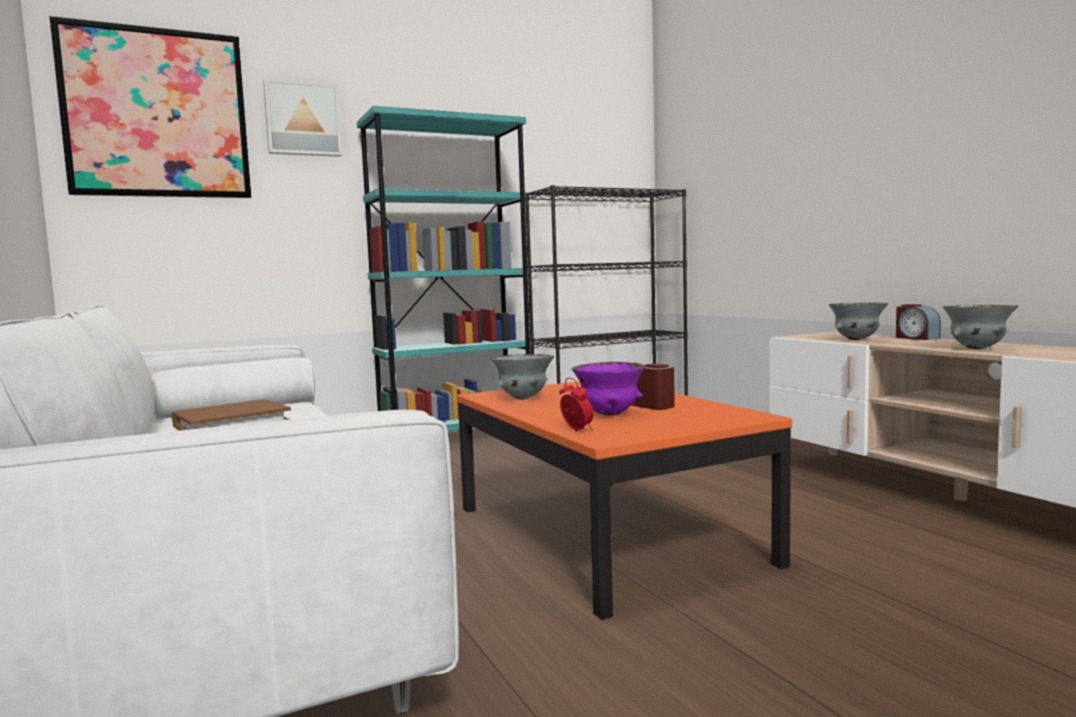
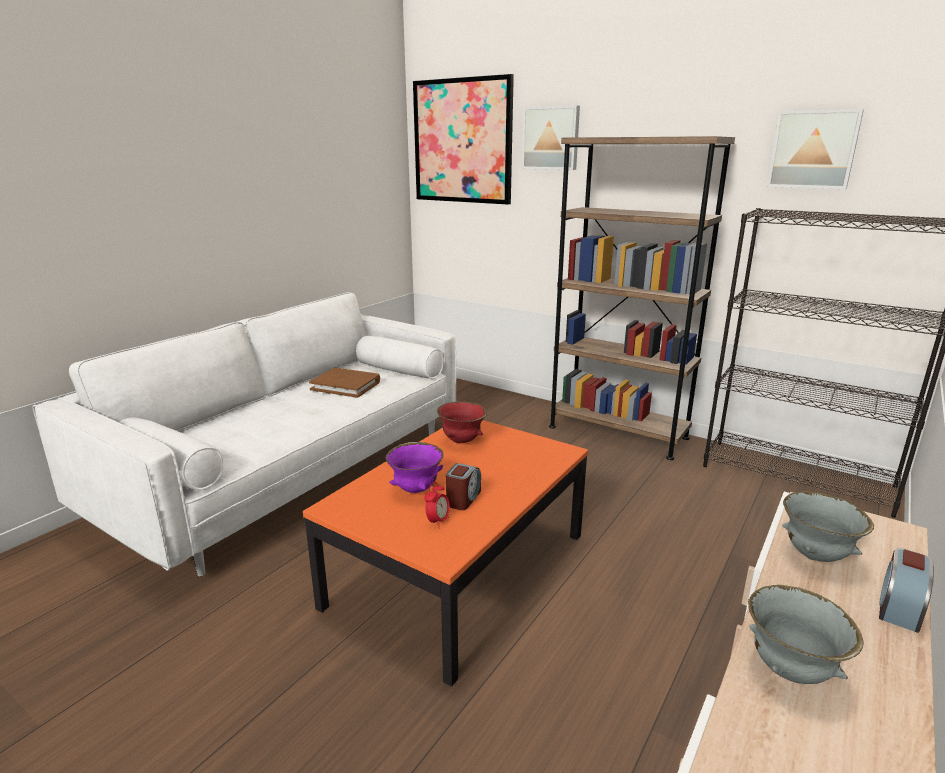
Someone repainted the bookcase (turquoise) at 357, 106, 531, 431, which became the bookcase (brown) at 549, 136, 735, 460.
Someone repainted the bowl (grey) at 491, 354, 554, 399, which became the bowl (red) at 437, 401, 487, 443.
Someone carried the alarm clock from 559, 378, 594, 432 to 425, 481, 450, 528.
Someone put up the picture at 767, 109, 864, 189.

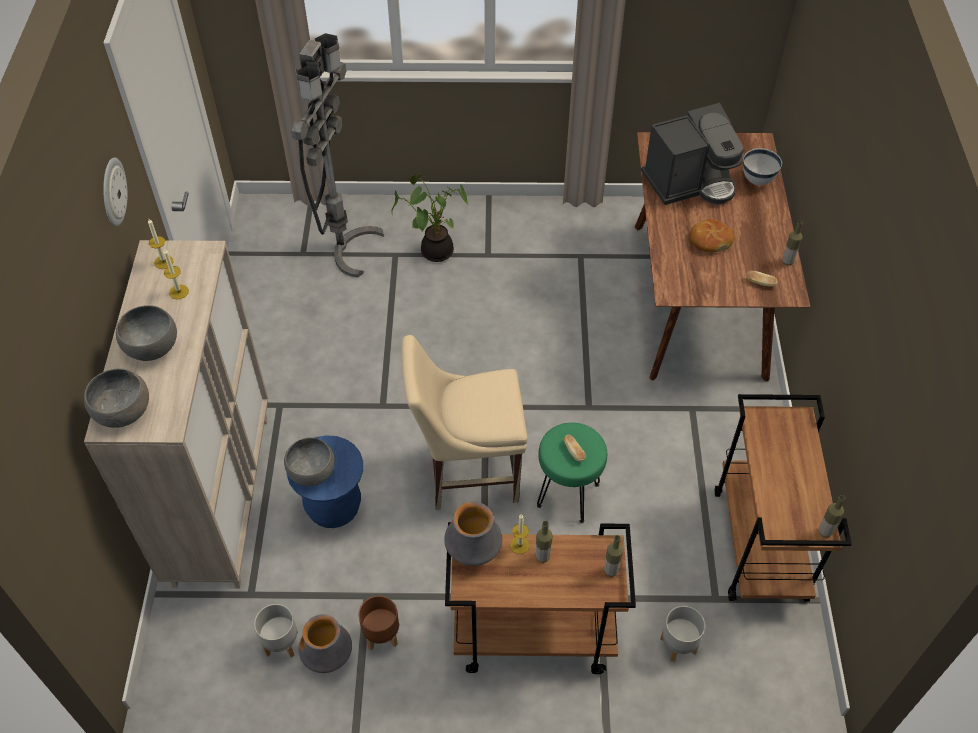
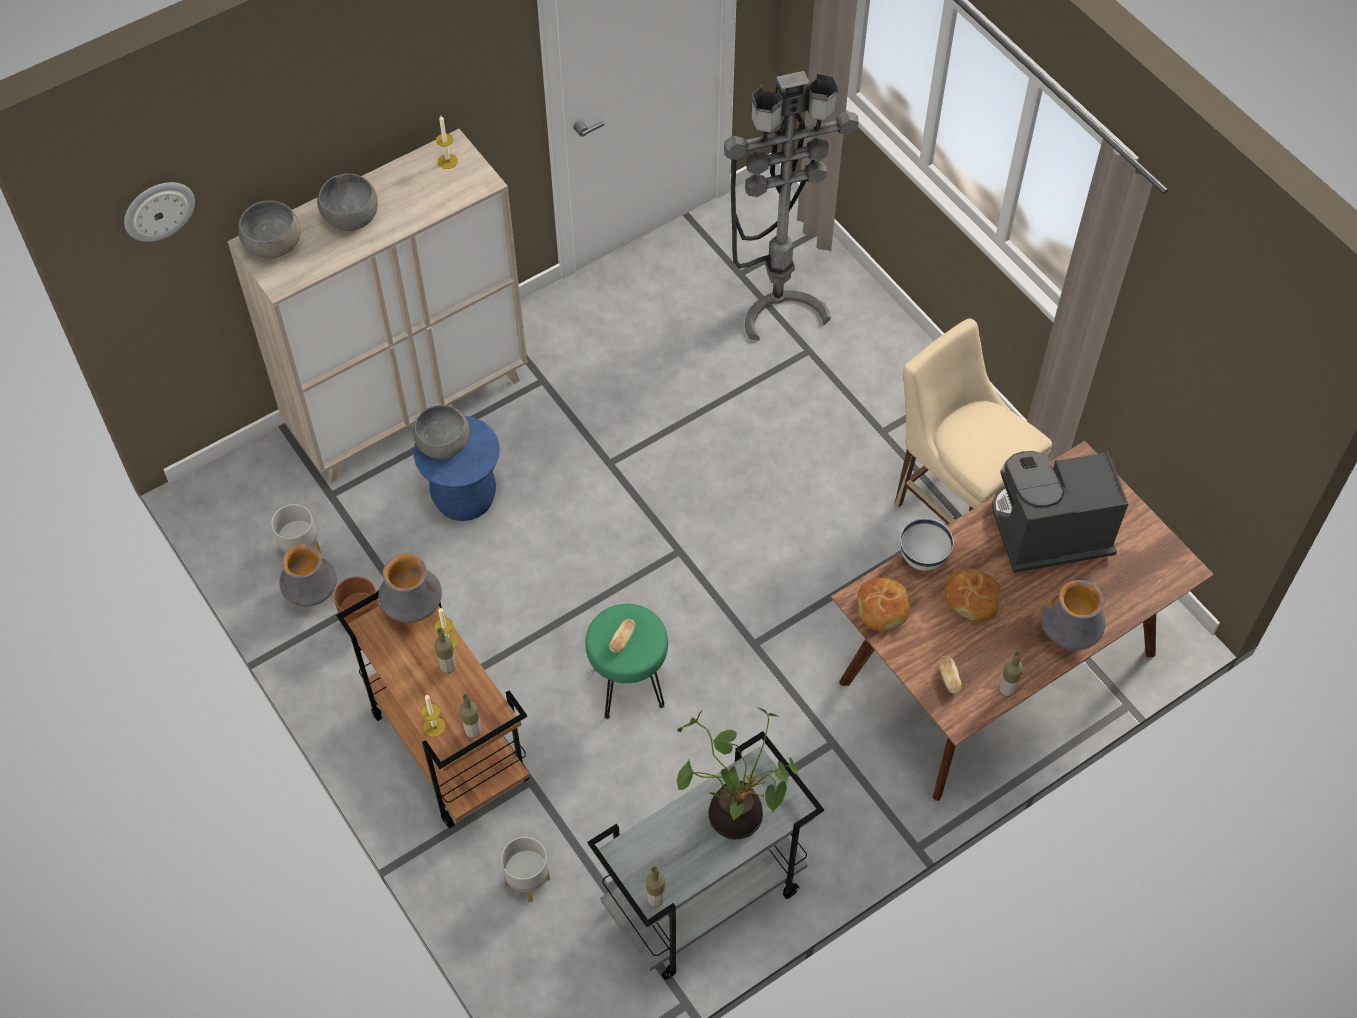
Someone carried the wall clock from 103, 157, 127, 226 to 124, 182, 195, 242.
Someone carried the candle from 163, 249, 189, 299 to 421, 694, 445, 737.
Someone carried the potted plant from 391, 173, 468, 262 to 677, 708, 798, 839.
Someone carried the chair (beige) from 402, 335, 528, 510 to 894, 318, 1052, 525.
Someone rotated the coffee machine at 641, 103, 744, 205 by 135 degrees clockwise.
Someone repainted the cart (brown) at 715, 394, 852, 602, which became the cart (grey) at 588, 731, 824, 980.
Someone carried the bowl (white) from 743, 148, 782, 185 to 900, 518, 954, 570.
Someone put down the bread at 857, 577, 911, 631.
Someone put down the vase at 1041, 580, 1105, 650.

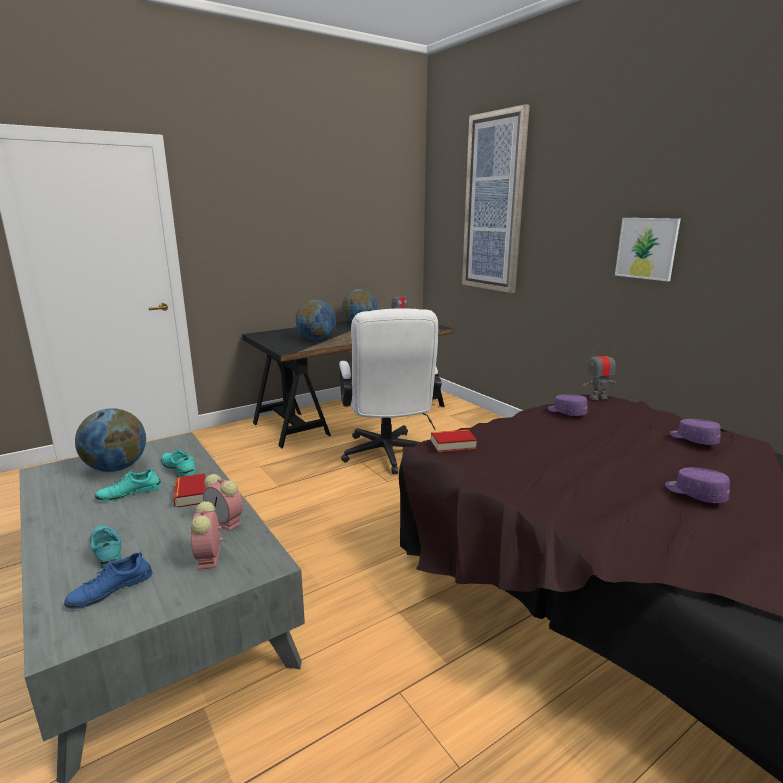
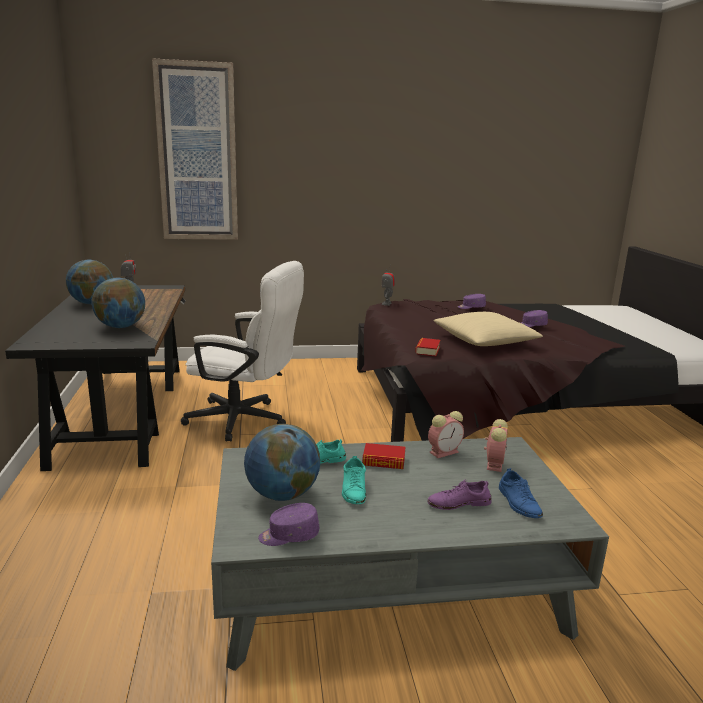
Someone repainted the shoe (turquoise) at 90, 525, 121, 569, which became the shoe (purple) at 427, 480, 491, 510.
Someone rotated the alarm clock at 191, 501, 223, 570 by 90 degrees counterclockwise.
Someone carried the cap (purple) from 548, 395, 588, 416 to 258, 503, 319, 546.
Someone took away the picture at 615, 218, 681, 281.
Someone put down the pillow (beige) at 433, 312, 543, 346.

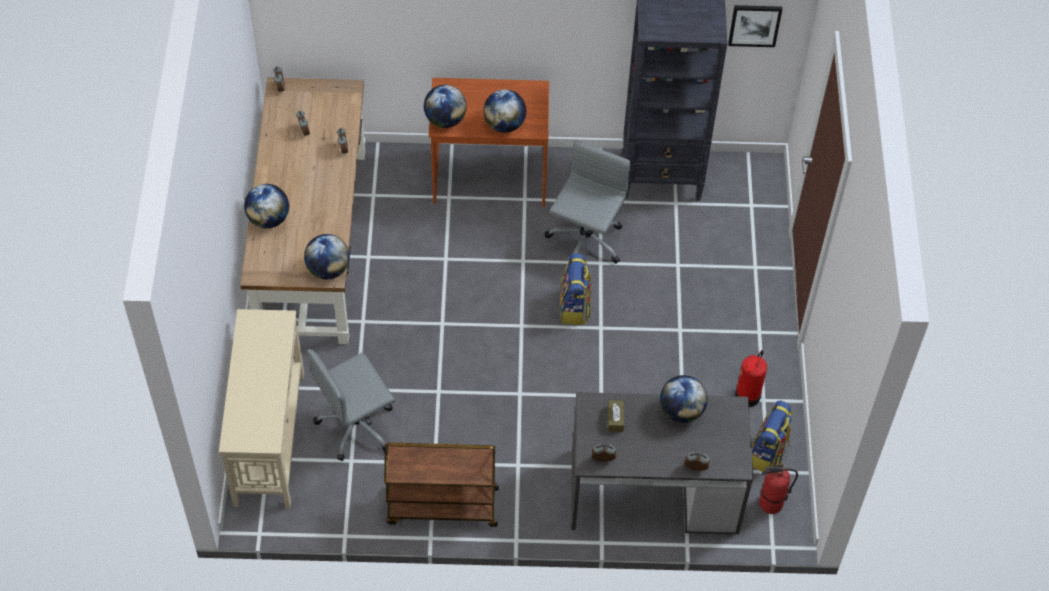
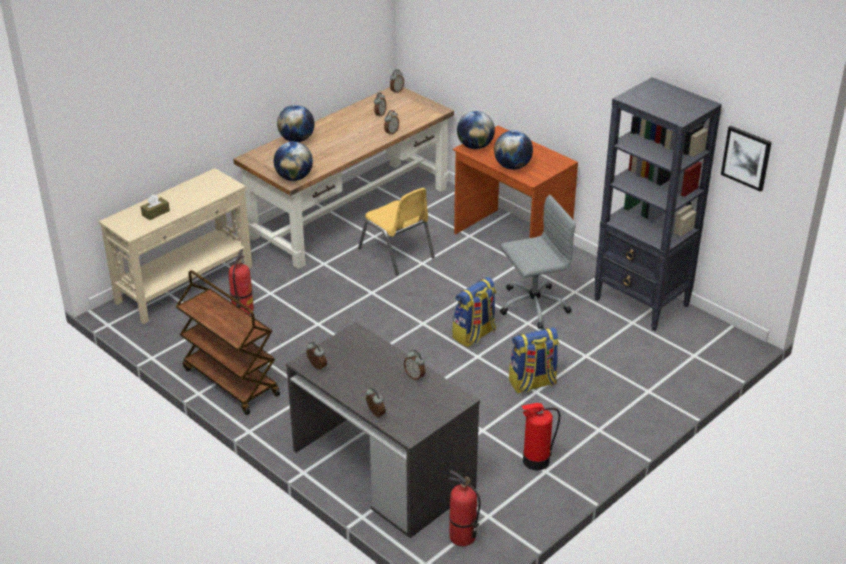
Someone swapped the office chair (grey) at 307, 349, 395, 461 for the fire extinguisher at 229, 249, 254, 314.
Someone carried the tissue box (brown) from 608, 400, 624, 432 to 141, 195, 170, 220.
Someone swapped the globe at 660, 375, 708, 423 for the alarm clock at 404, 350, 425, 381.
Someone carried the backpack from 752, 401, 793, 472 to 509, 327, 559, 393.
Someone put down the chair (yellow) at 358, 188, 435, 275.

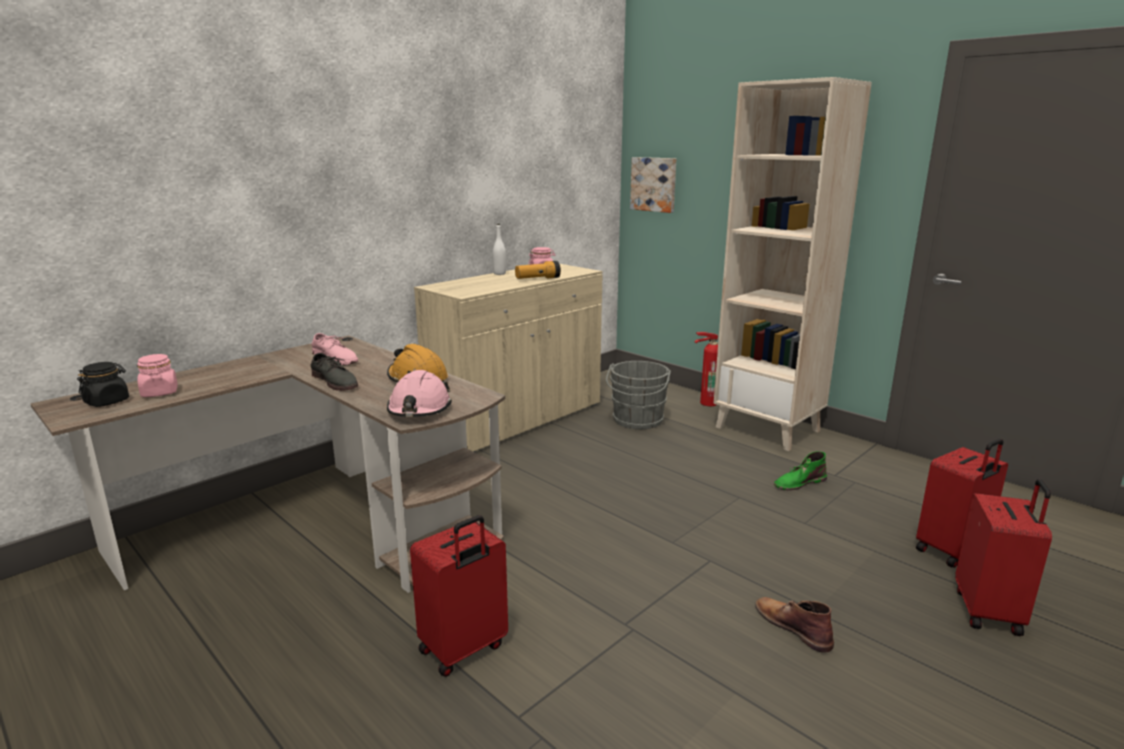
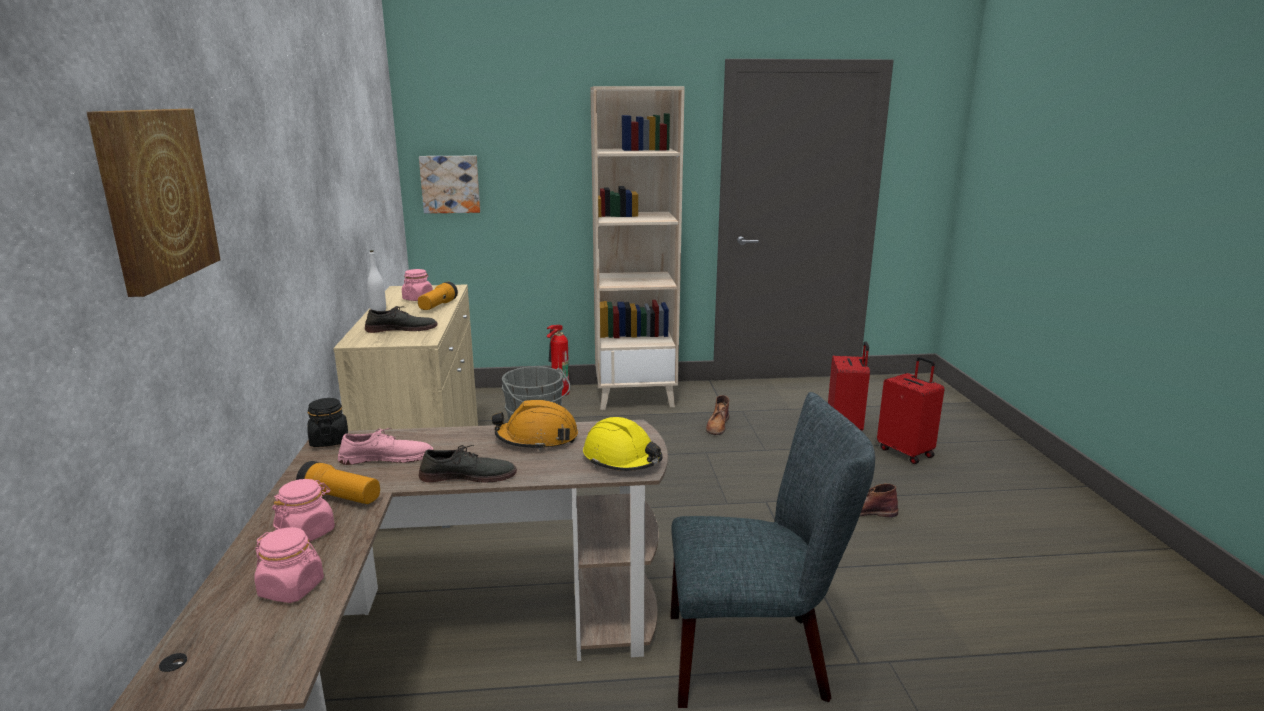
Someone carried the jar (black) from 77, 362, 129, 407 to 307, 398, 348, 447.
Someone repainted the hard hat (pink) at 387, 370, 452, 417, which became the hard hat (yellow) at 583, 417, 663, 471.
Someone swapped the suitcase (red) at 410, 515, 508, 677 for the chair (grey) at 670, 392, 875, 708.
Someone repainted the boot (green) at 774, 451, 827, 490, which became the boot (brown) at 706, 395, 729, 435.
Someone put up the picture at 87, 109, 221, 297.
Someone put down the jar (pink) at 272, 479, 335, 542.
Someone put down the flashlight at 296, 461, 380, 504.
Someone put down the shoe (grey) at 365, 306, 438, 333.

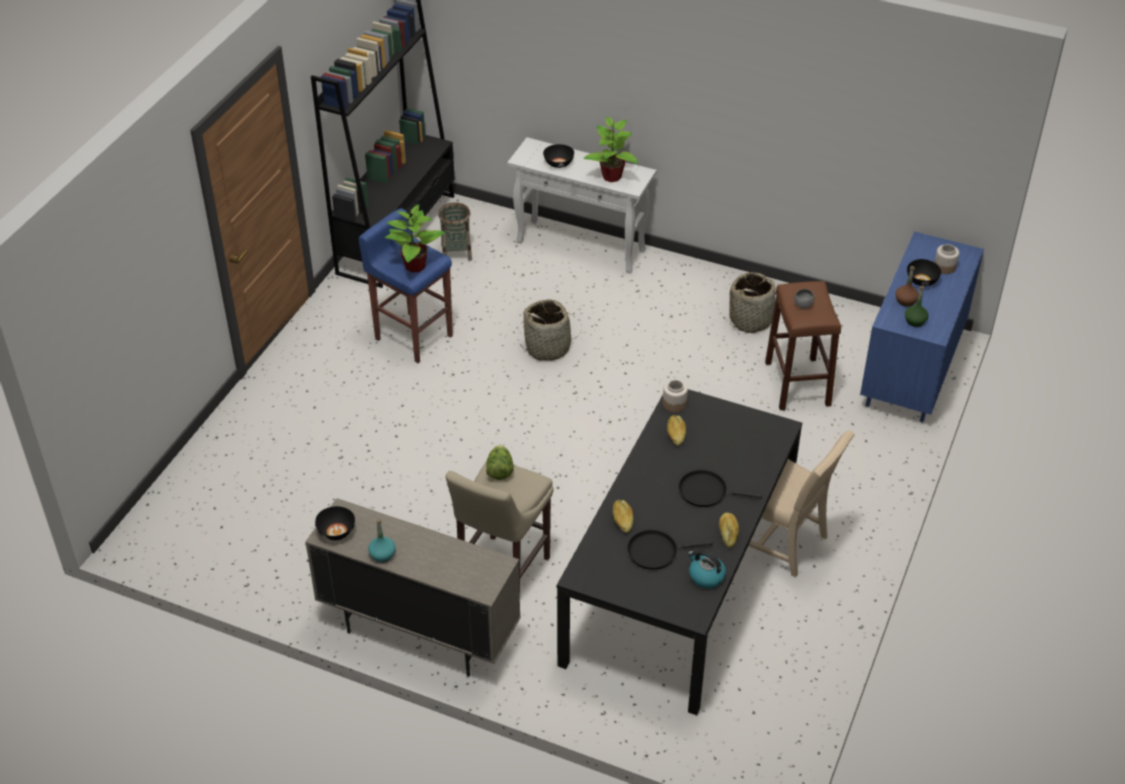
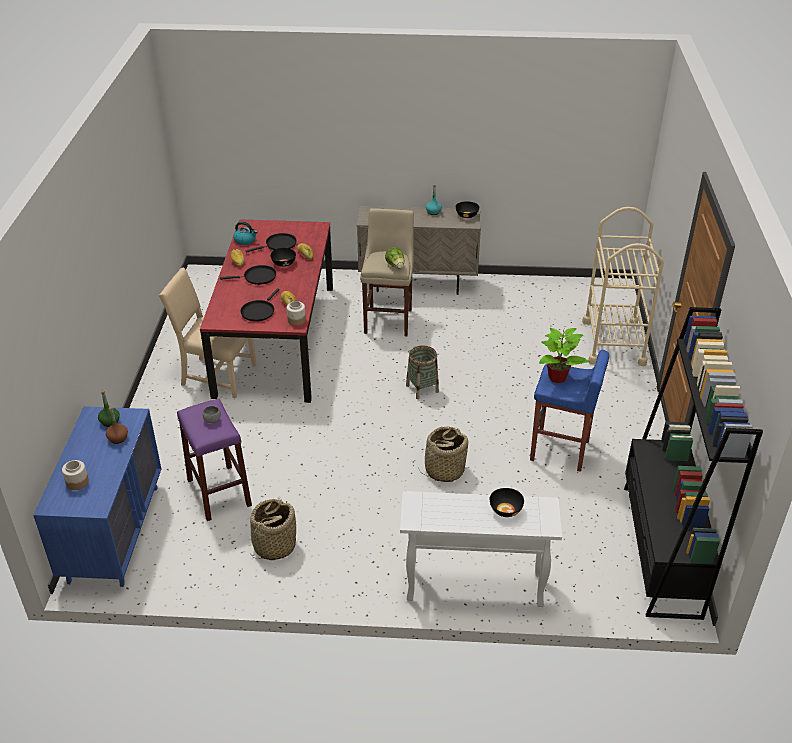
Someone carried the basket from 438, 202, 472, 261 to 406, 345, 439, 399.
Someone repainted the dining table (black) at 557, 389, 802, 715, which became the dining table (red) at 200, 219, 333, 403.
Someone took away the potted plant at 583, 116, 638, 182.
Someone repainted the stool (brown) at 765, 281, 841, 410, which became the stool (purple) at 177, 399, 252, 521.
Someone carried the bowl (black) from 907, 259, 941, 286 to 270, 248, 296, 267.
Someone put down the frying pan (black) at 240, 289, 279, 321.
Someone put down the cart (beige) at 582, 207, 664, 366.

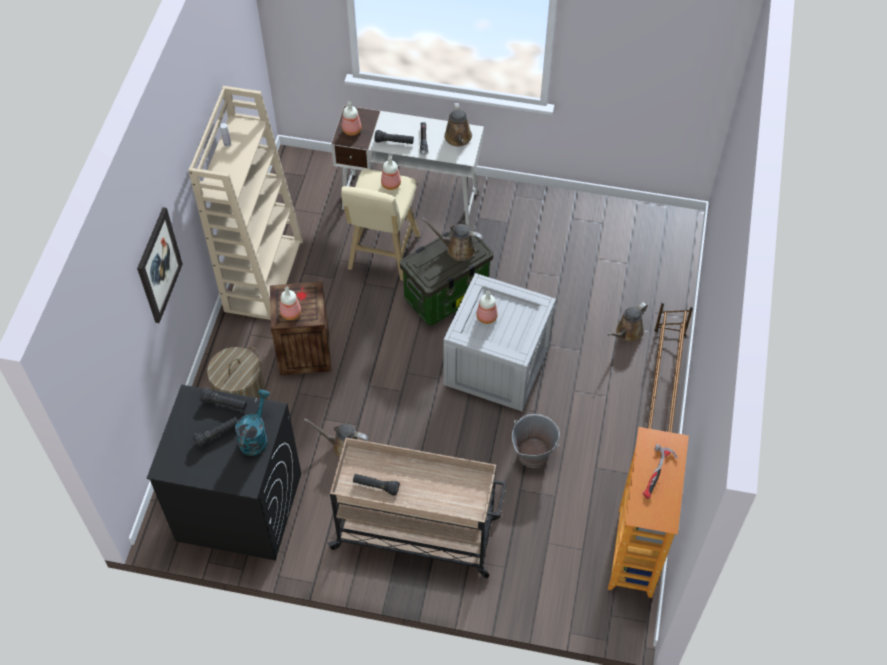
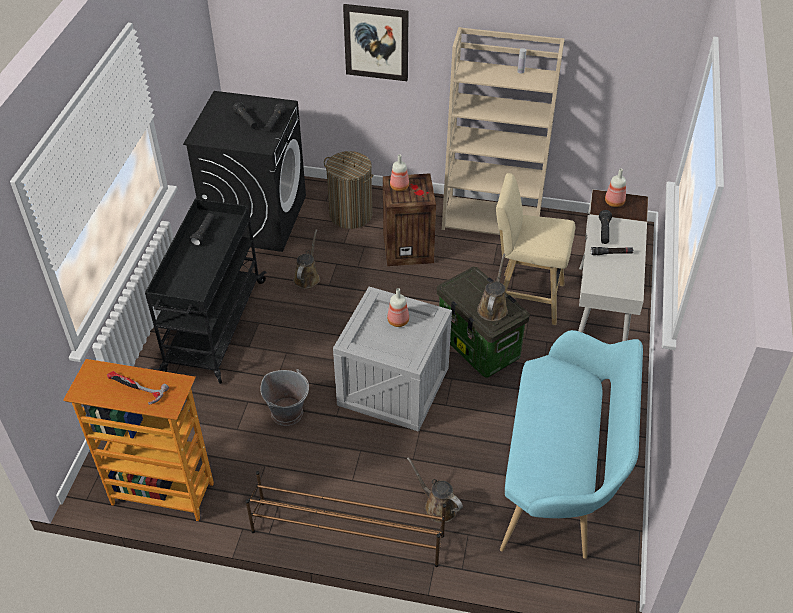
Someone took away the watering can (turquoise) at 235, 390, 270, 456.
Someone repainted the cart (beige) at 327, 438, 506, 578, which became the cart (black) at 145, 199, 267, 384.
Someone took away the bottle at 381, 156, 401, 190.
Someone took away the watering can (brown) at 444, 103, 472, 146.
Someone put down the bench (turquoise) at 500, 330, 643, 559.

